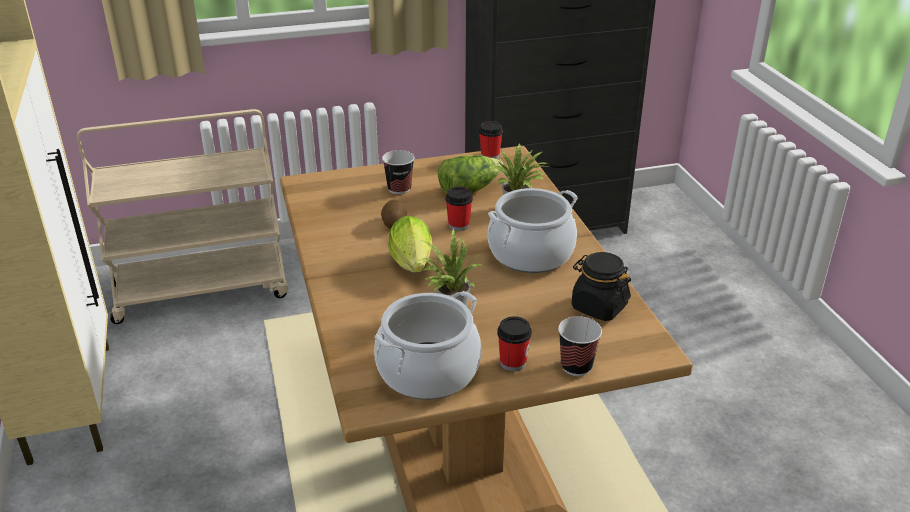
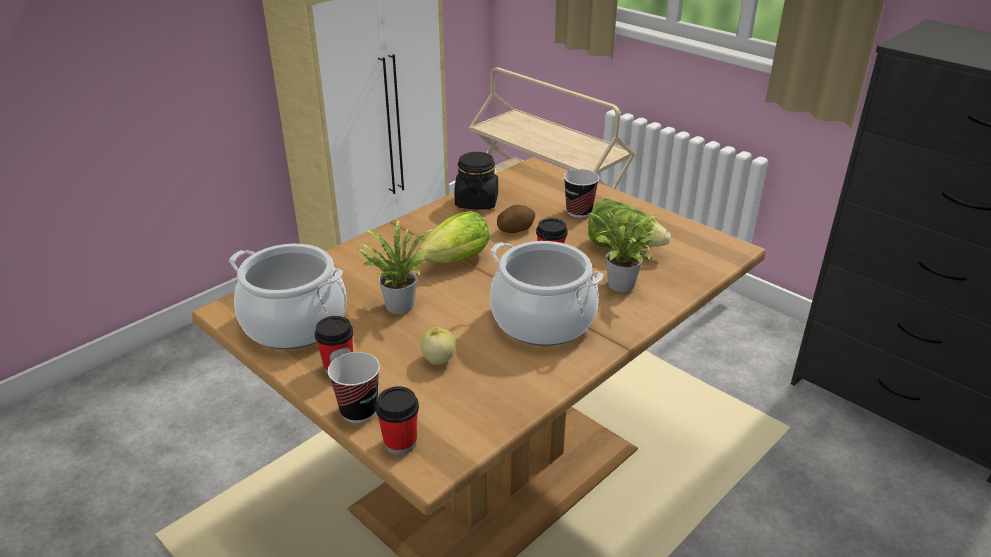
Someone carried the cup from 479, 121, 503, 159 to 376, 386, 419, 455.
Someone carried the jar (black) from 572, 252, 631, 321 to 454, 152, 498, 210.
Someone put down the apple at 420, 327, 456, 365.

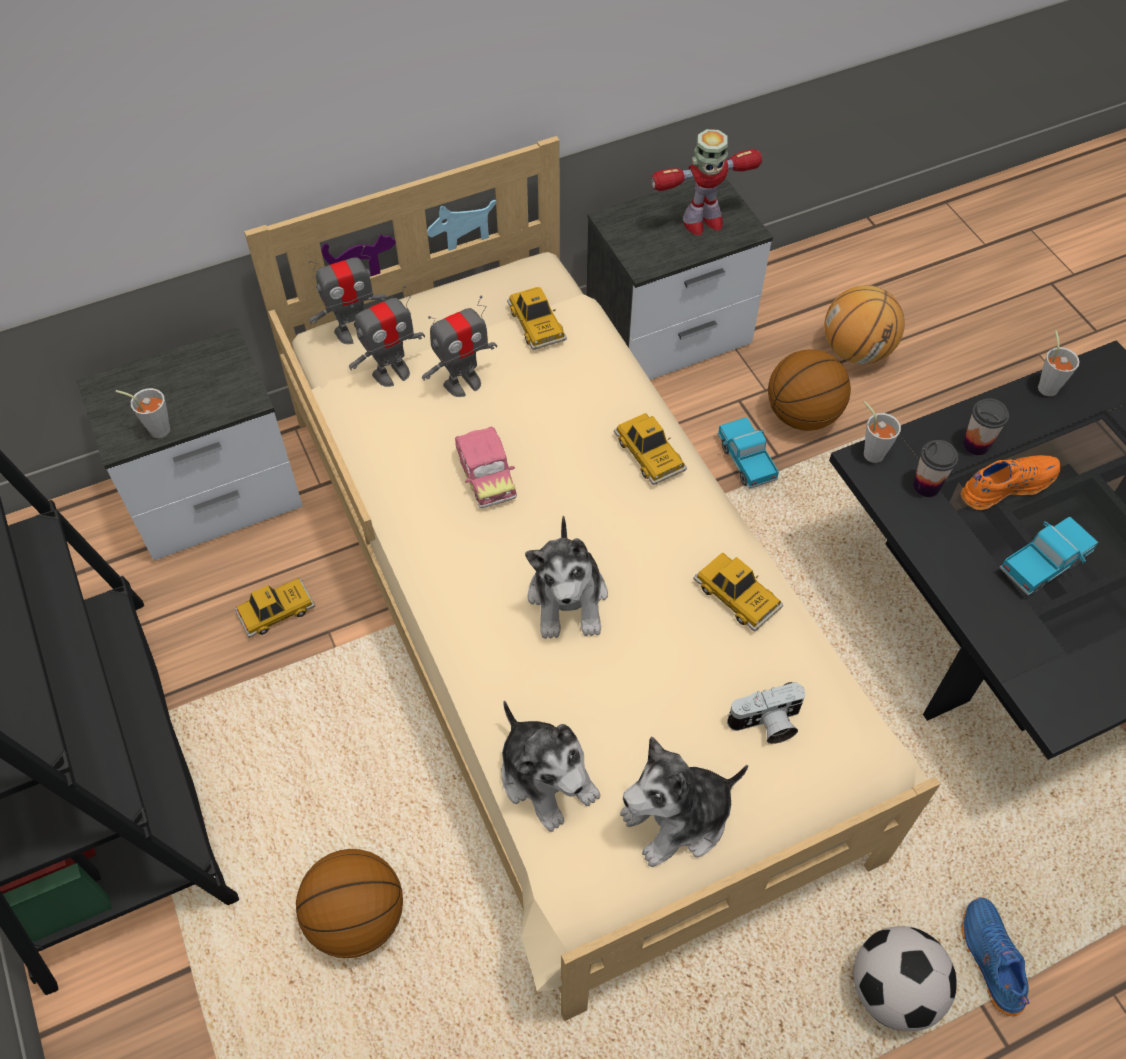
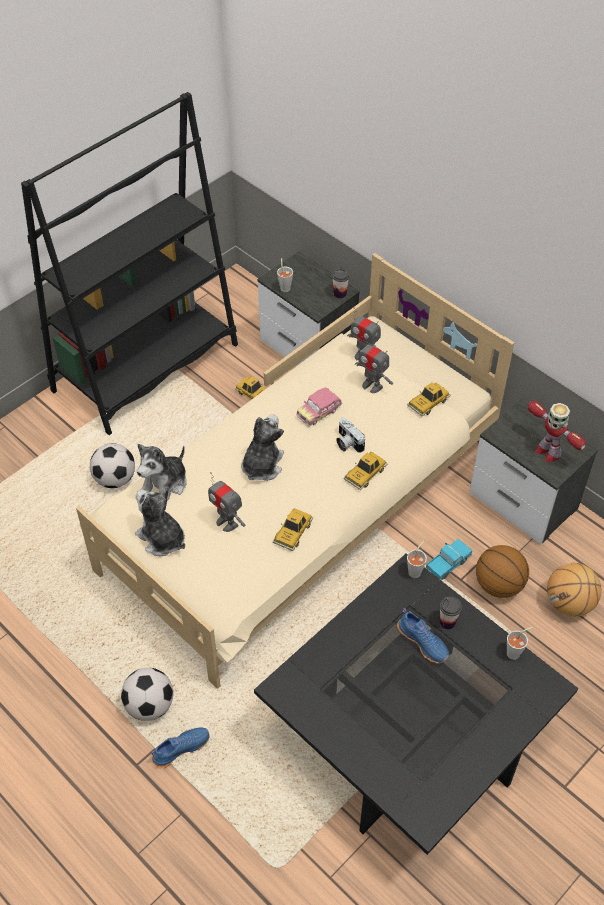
Someone swapped the basketball at 296, 849, 403, 958 for the football at 90, 443, 135, 488.
Someone carried the toy robot from 309, 245, 387, 344 to 208, 472, 245, 532.
Someone rotated the plush toy at 525, 515, 608, 639 by 135 degrees clockwise.
Someone carried the photo camera from 727, 682, 805, 744 to 336, 418, 365, 453.
Someone carried the cup from 913, 440, 958, 497 to 332, 269, 349, 298.
Someone repainted the shoe (orange) at 961, 455, 1061, 510, which became the shoe (blue) at 397, 608, 449, 664.
Someone took away the toy truck at 1000, 517, 1098, 596.

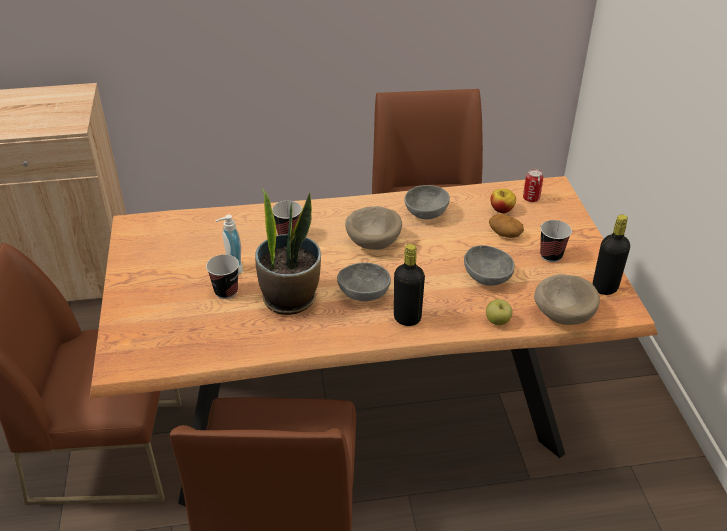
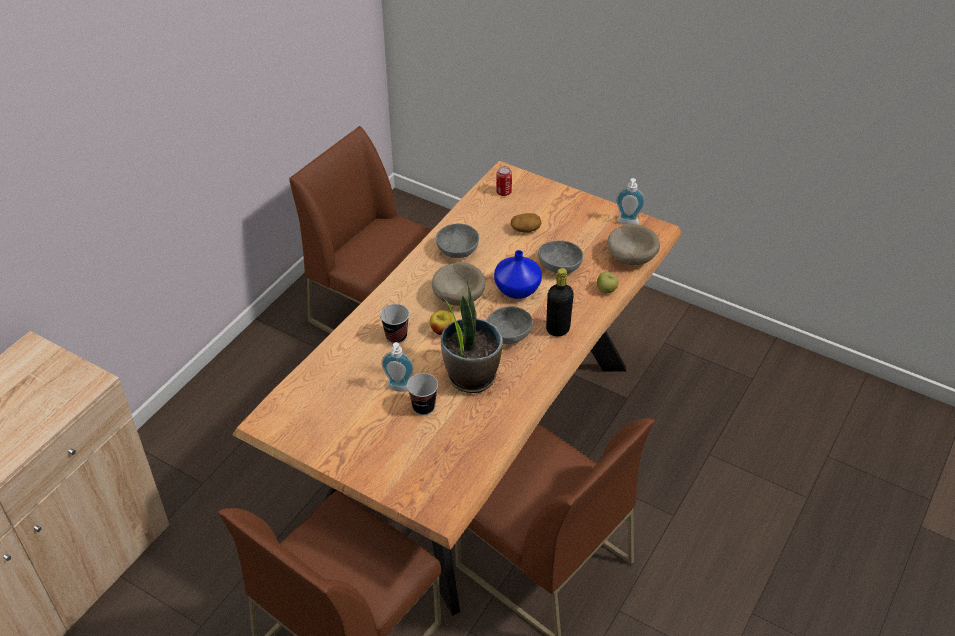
Someone carried the apple from 490, 189, 516, 213 to 430, 310, 456, 335.
Someone took away the cup at 540, 220, 572, 262.
Someone swapped the bottle (black) at 593, 215, 630, 295 for the soap dispenser at 616, 178, 645, 225.
Someone put down the vase (blue) at 494, 250, 542, 299.

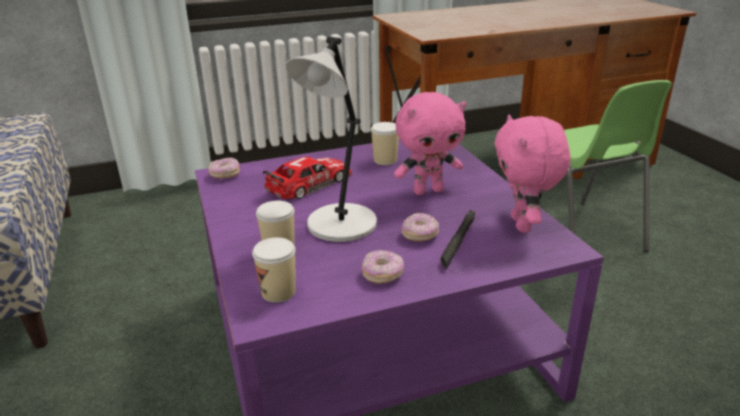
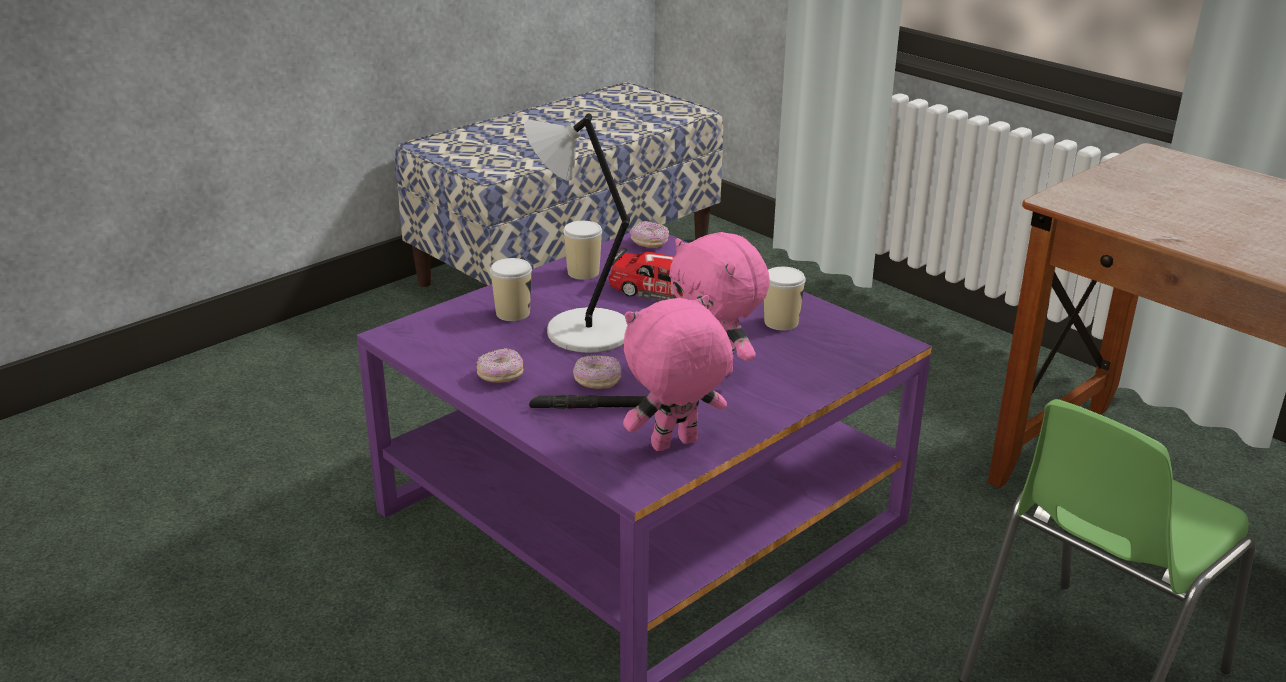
Someone carried the cup from 252, 237, 296, 303 to 563, 221, 602, 280.

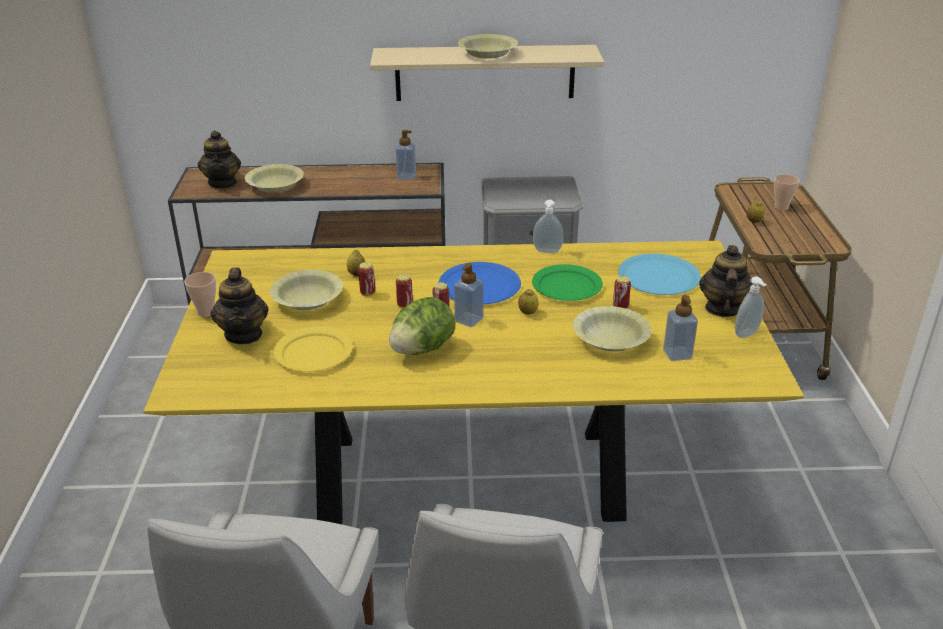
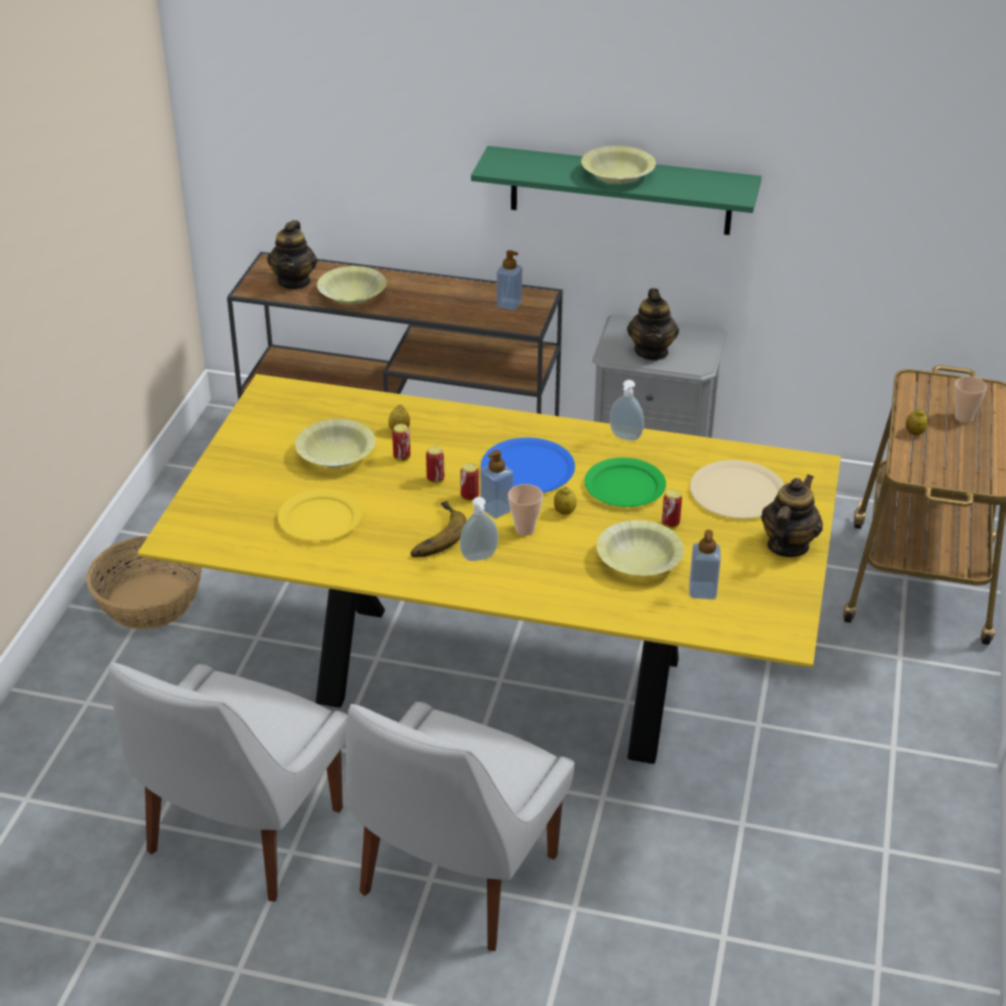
Someone carried the cup from 184, 272, 216, 317 to 508, 484, 543, 536.
Someone carried the teapot from 210, 267, 268, 344 to 627, 288, 679, 360.
Someone repainted the shelf (beige) at 370, 45, 604, 101, which became the shelf (green) at 471, 146, 762, 235.
Someone swapped the lettuce at 389, 297, 455, 355 for the banana at 410, 501, 467, 557.
Someone repainted the plate (blue) at 618, 253, 701, 295, which became the plate (beige) at 690, 460, 785, 519.
Someone carried the soap dispenser from 735, 277, 766, 338 to 460, 497, 498, 561.
Someone put down the basket at 86, 536, 202, 629.

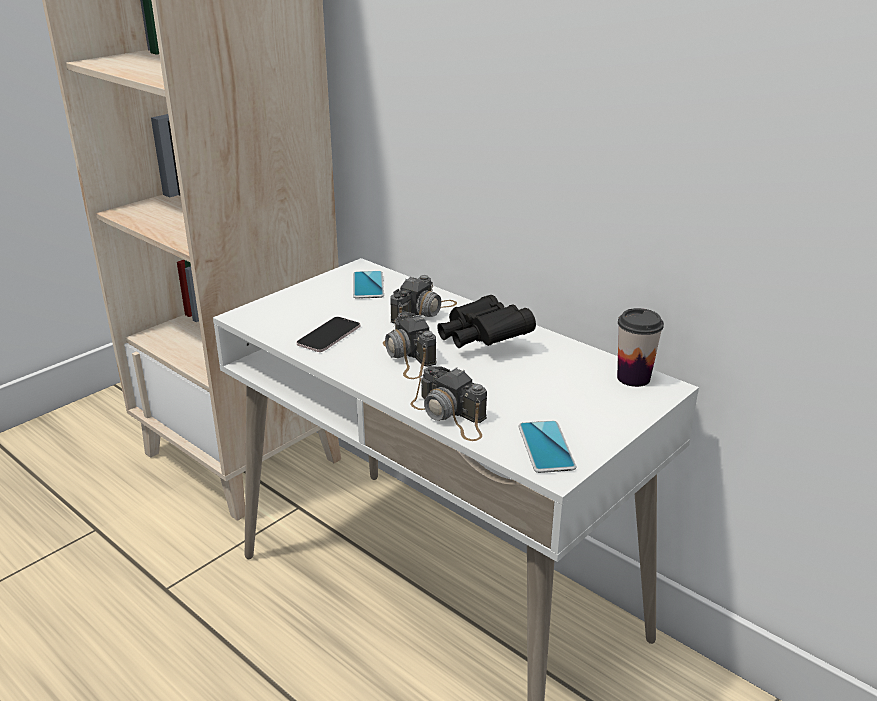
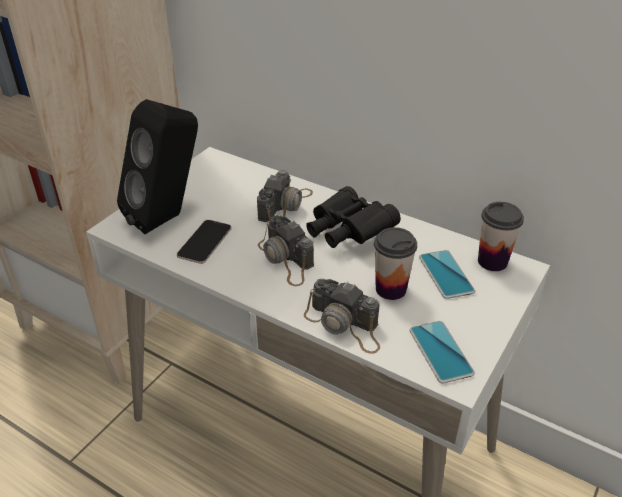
Someone carried the phone from 353, 271, 384, 299 to 419, 250, 475, 299.
Someone put down the speaker (black) at 117, 99, 198, 234.
Someone put down the cup at 374, 227, 417, 300.

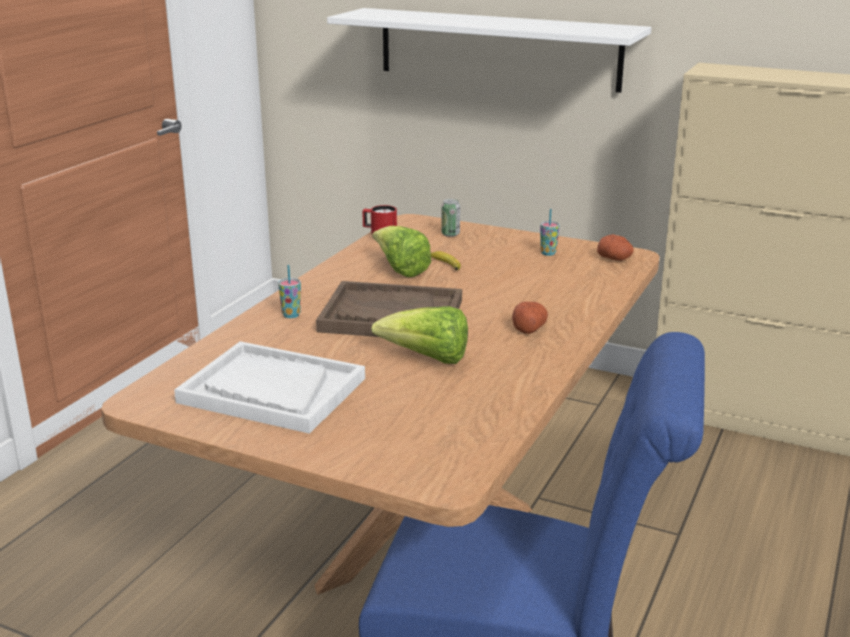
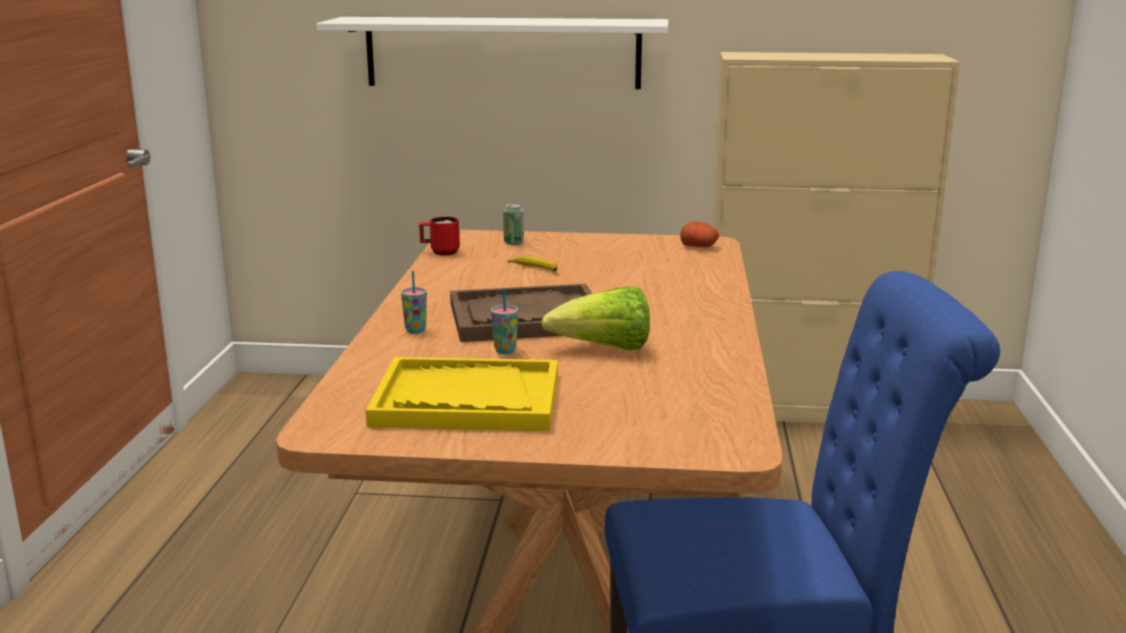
Someone repainted the tray (white) at 174, 341, 365, 434, which became the tray (yellow) at 366, 357, 558, 431.
Someone took away the lettuce at 373, 226, 432, 277.
Someone took away the potato at 512, 301, 548, 334.
Someone carried the cup from 540, 209, 560, 256 to 491, 288, 518, 354.

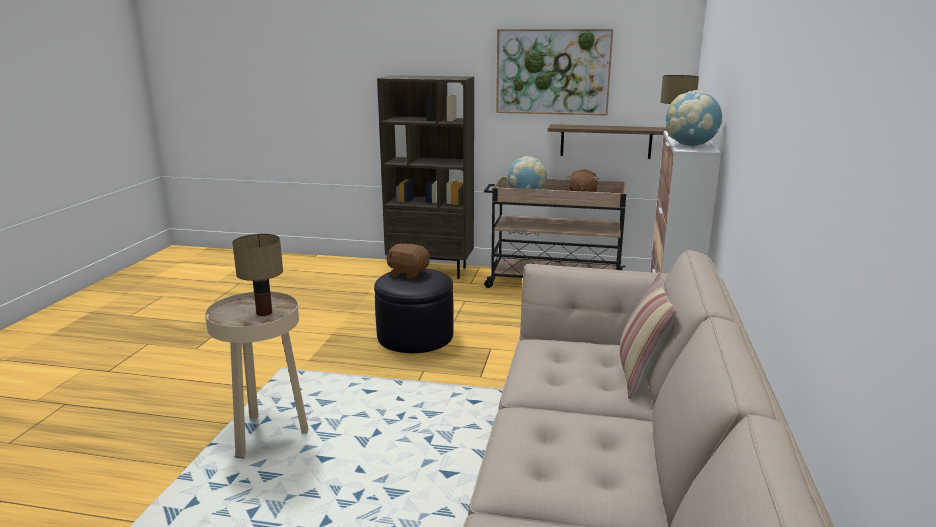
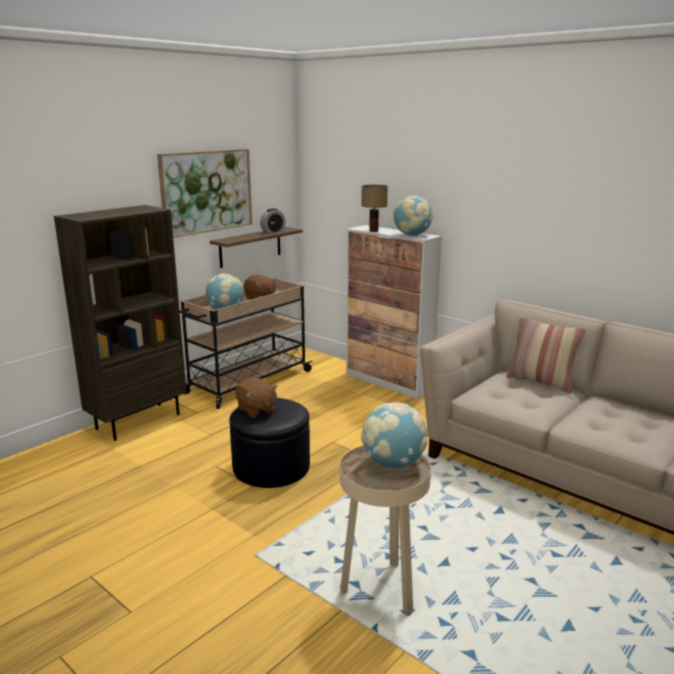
Someone swapped the table lamp at 232, 234, 283, 316 for the globe at 361, 402, 427, 468.
Someone rotated the plush toy (brown) at 386, 243, 430, 279 by 90 degrees counterclockwise.
Someone put down the alarm clock at 260, 208, 286, 233.

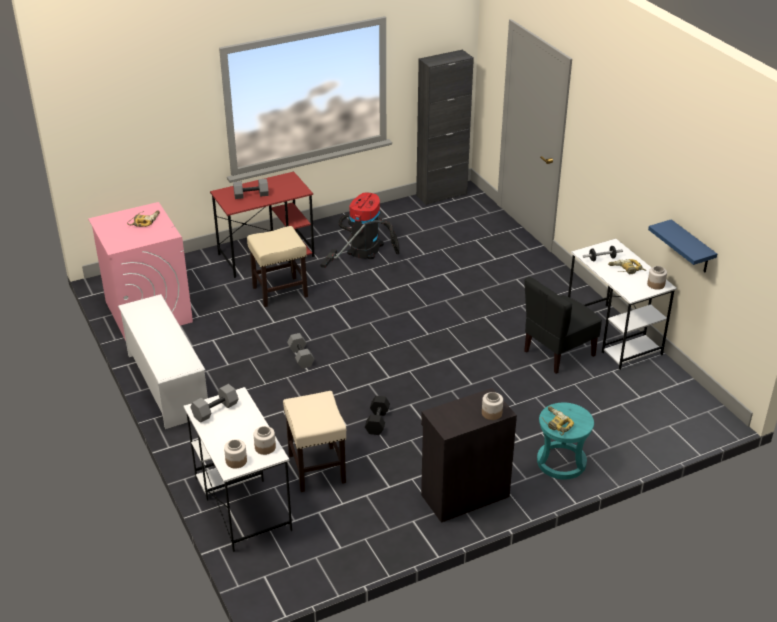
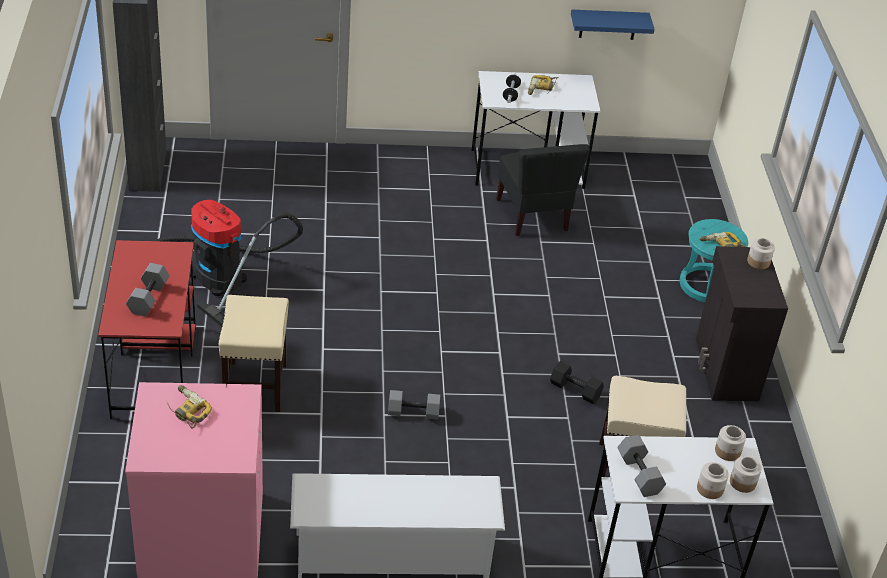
Someone carried the jar from 647, 266, 667, 290 to 697, 462, 729, 499.

